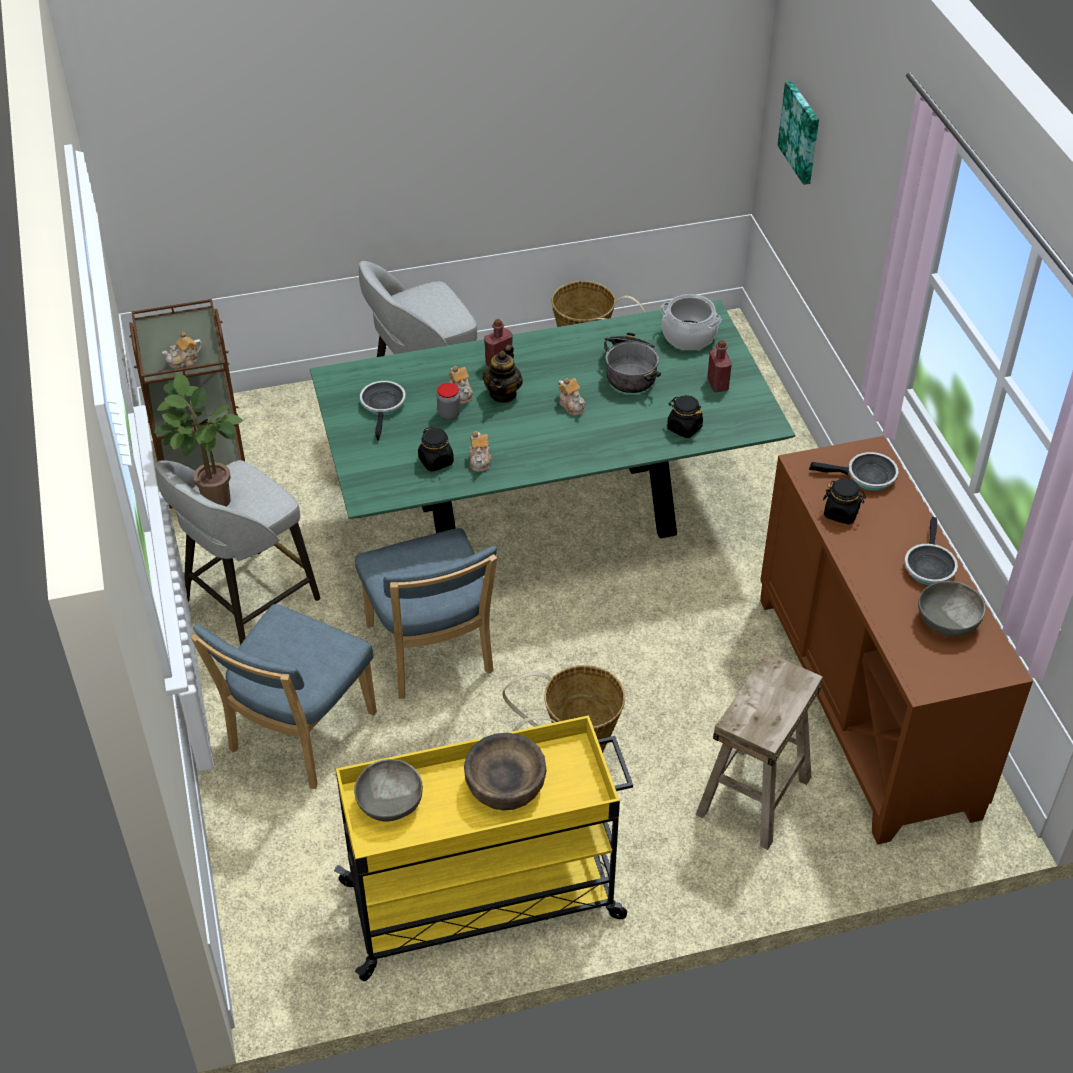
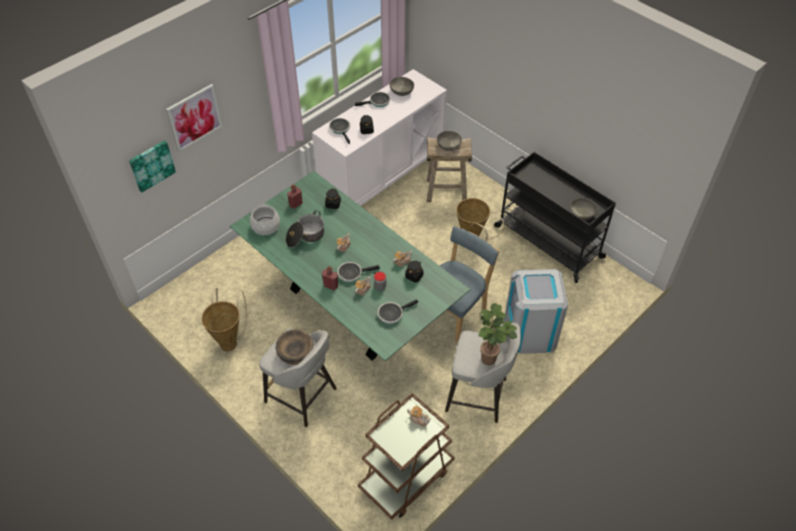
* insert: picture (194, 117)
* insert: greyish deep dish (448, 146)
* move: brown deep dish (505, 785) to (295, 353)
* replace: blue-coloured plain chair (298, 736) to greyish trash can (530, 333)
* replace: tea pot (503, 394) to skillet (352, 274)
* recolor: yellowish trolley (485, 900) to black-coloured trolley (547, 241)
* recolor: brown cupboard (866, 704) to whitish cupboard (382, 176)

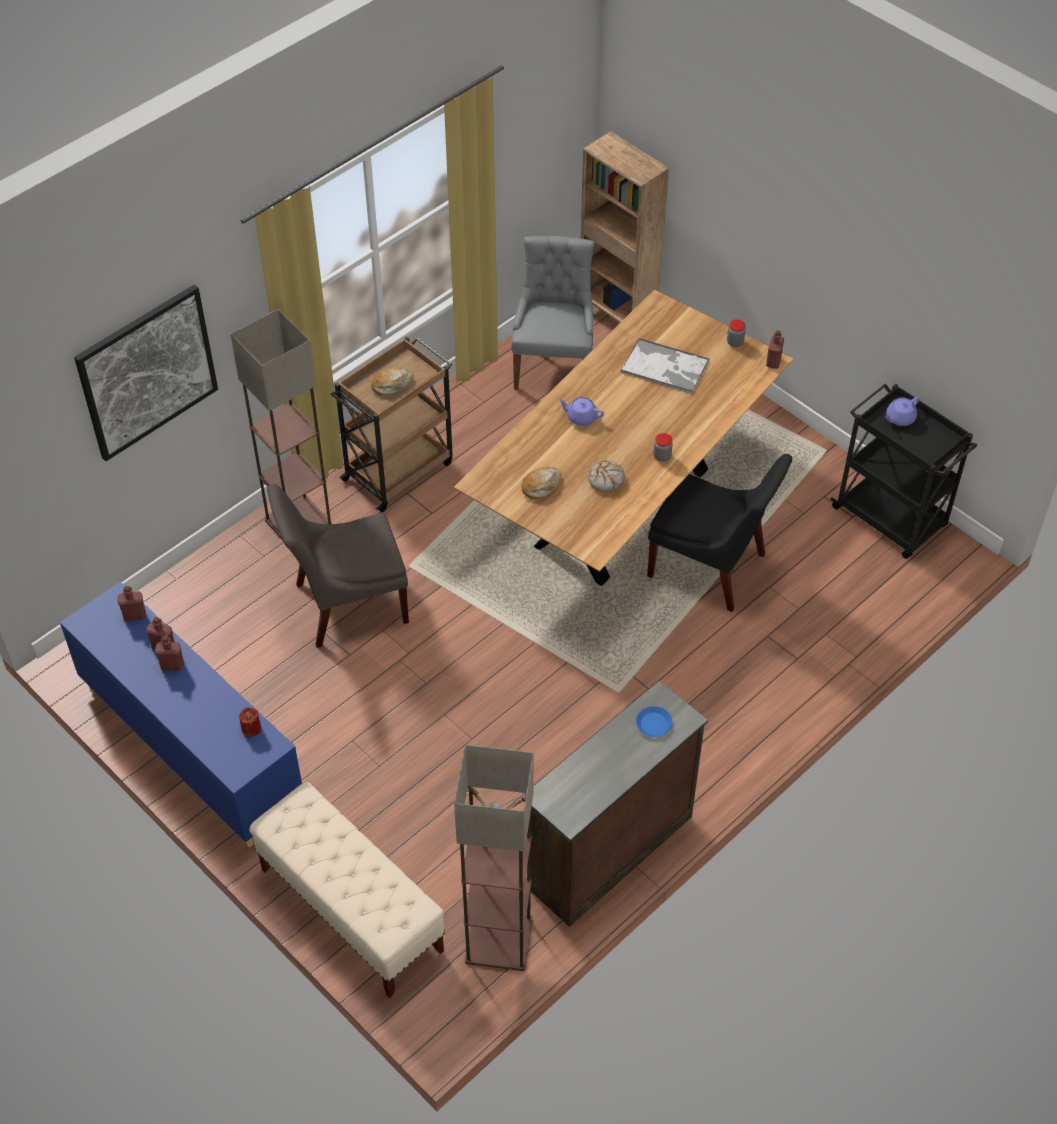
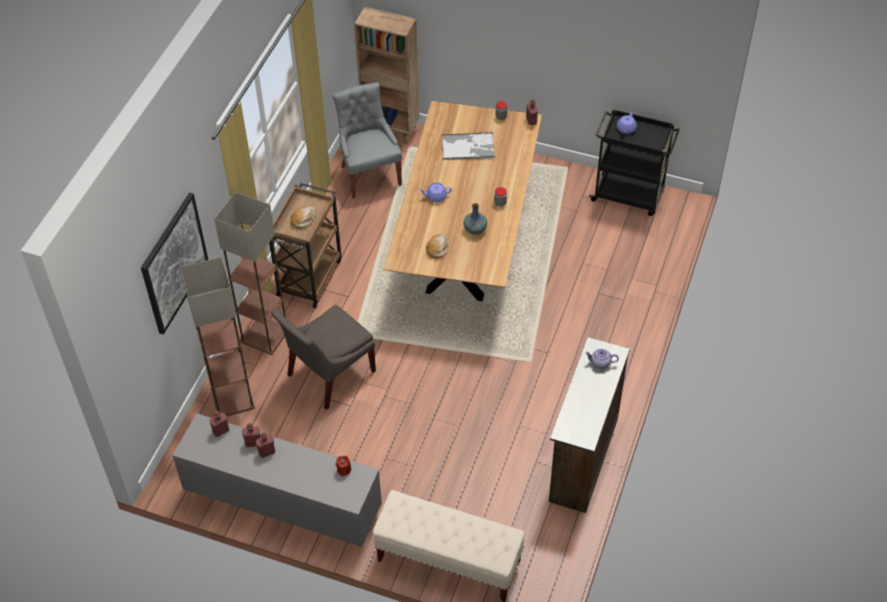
* delete: black-coloured plain chair (711, 568)
* move: standing lamp (500, 939) to (233, 398)
* replace: bread (606, 479) to flower vase (475, 229)
* replace: blue-coloured plate (654, 724) to tea pot (600, 363)
* recolor: blue-coloured cupboard (191, 746) to greyish cupboard (283, 504)

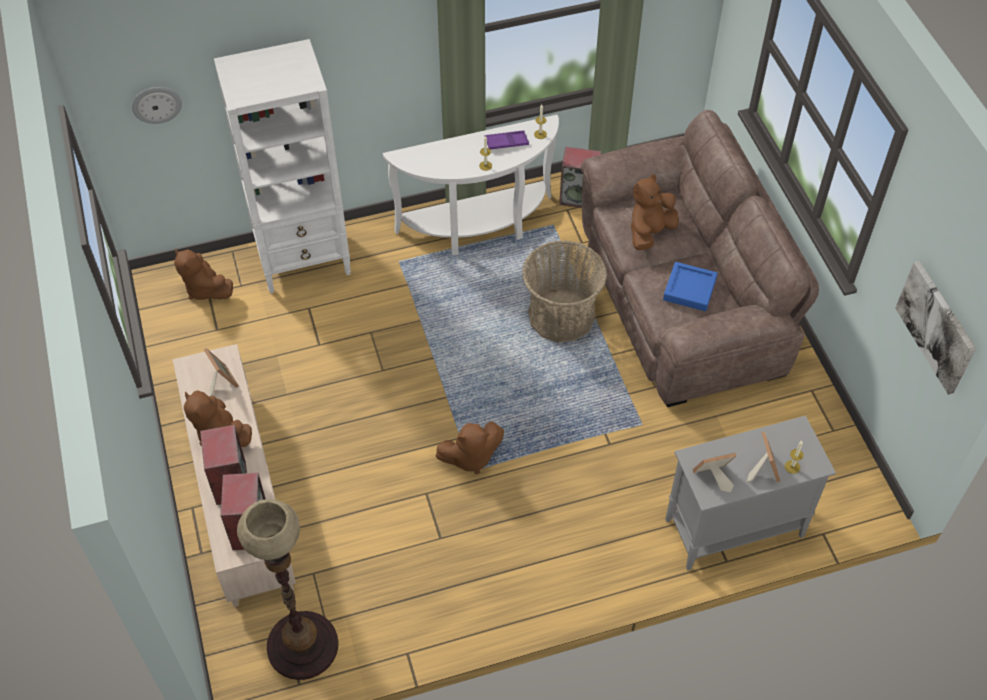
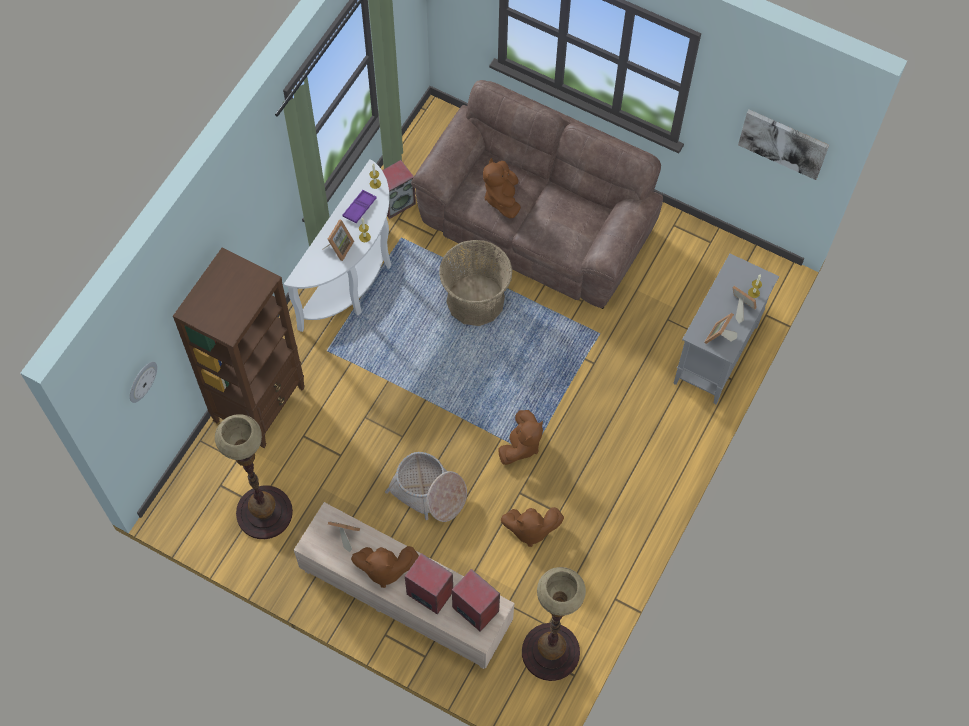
* delete: blue-coloured serving tray (689, 289)
* insert: standing lamp (264, 512)
* insert: standing frame (339, 247)
* insert: basket (428, 492)
* move: brown cuddly toy (205, 289) to (530, 529)
* recolor: whitish bookcase (304, 260) to brown bookcase (260, 404)

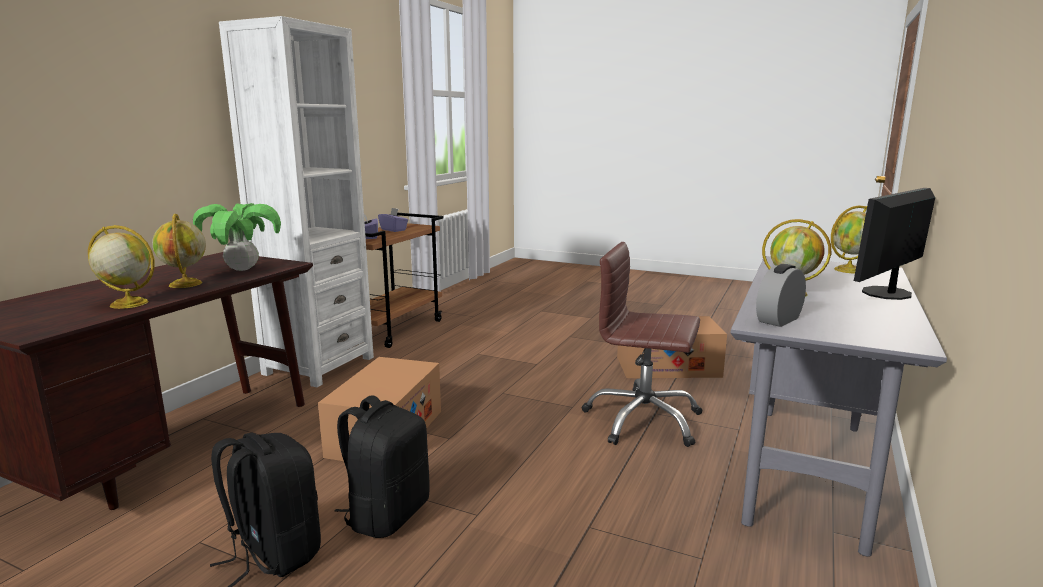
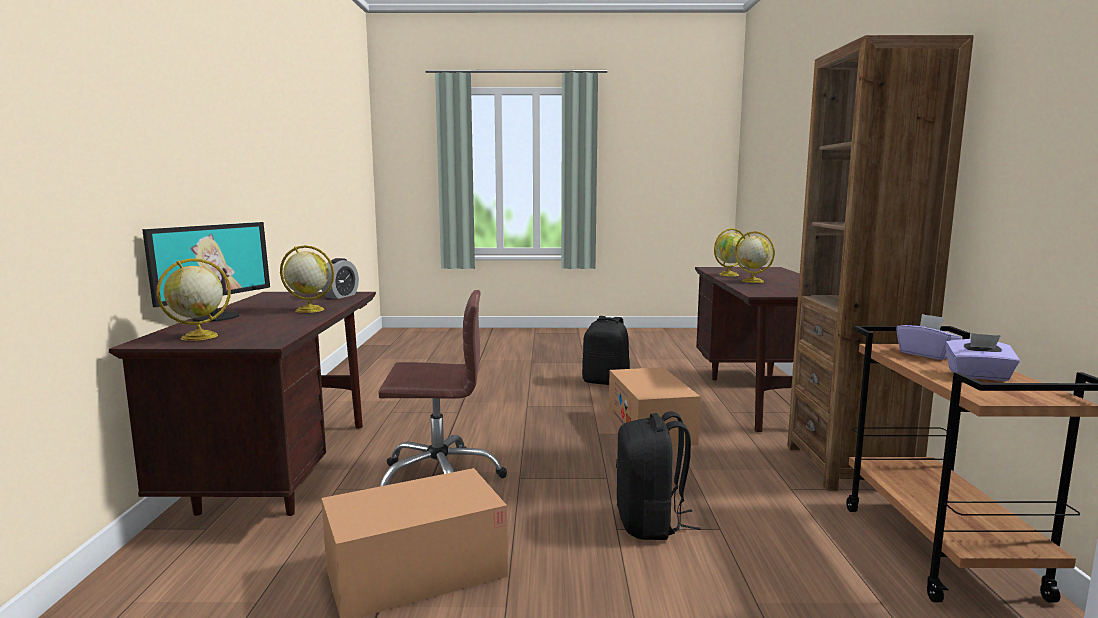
* delete: houseplant (242, 269)
* move: black-coloured knapsack (387, 514) to (651, 524)
* recolor: whitish bookcase (319, 365) to brown bookcase (850, 467)
* recolor: greyish desk table (809, 461) to brown desk table (282, 472)

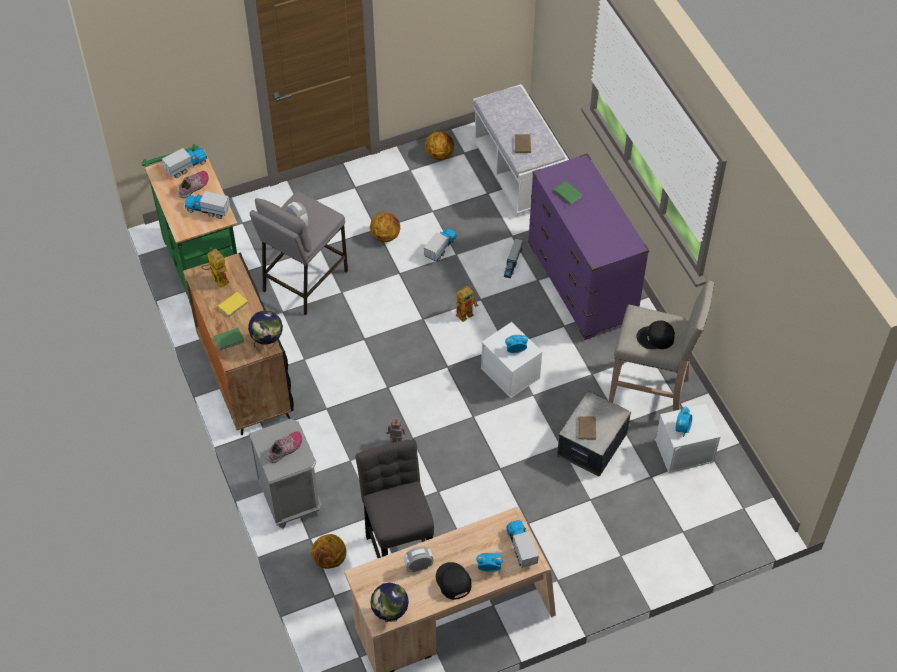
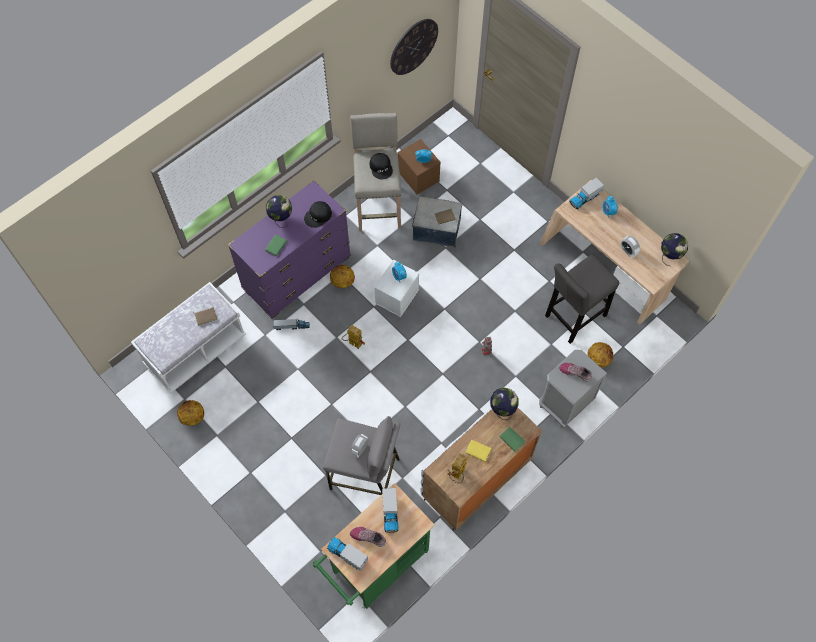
* delete: model truck (440, 248)
* insert: world globe (281, 218)
* insert: clock on the wall (413, 46)
* move: basketball (385, 236) to (342, 282)
* move: black-coloured baseball cap (453, 581) to (318, 216)
* recolor: black-coloured cupboard (244, 377) to whitish cupboard (476, 480)
* recolor: whitish storage container (685, 450) to brown storage container (418, 176)

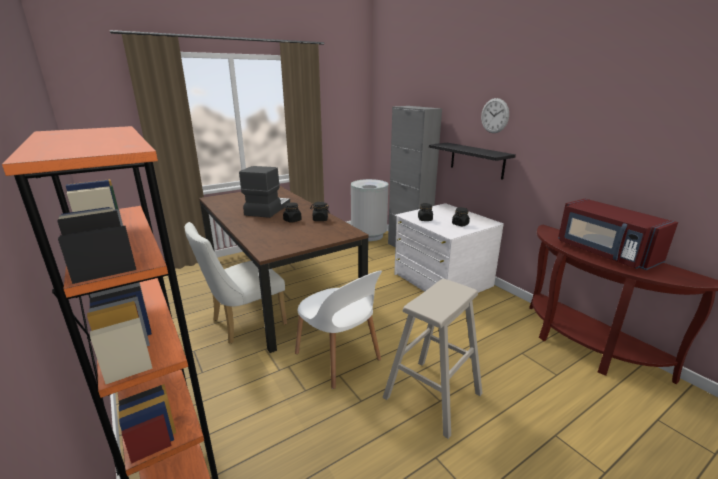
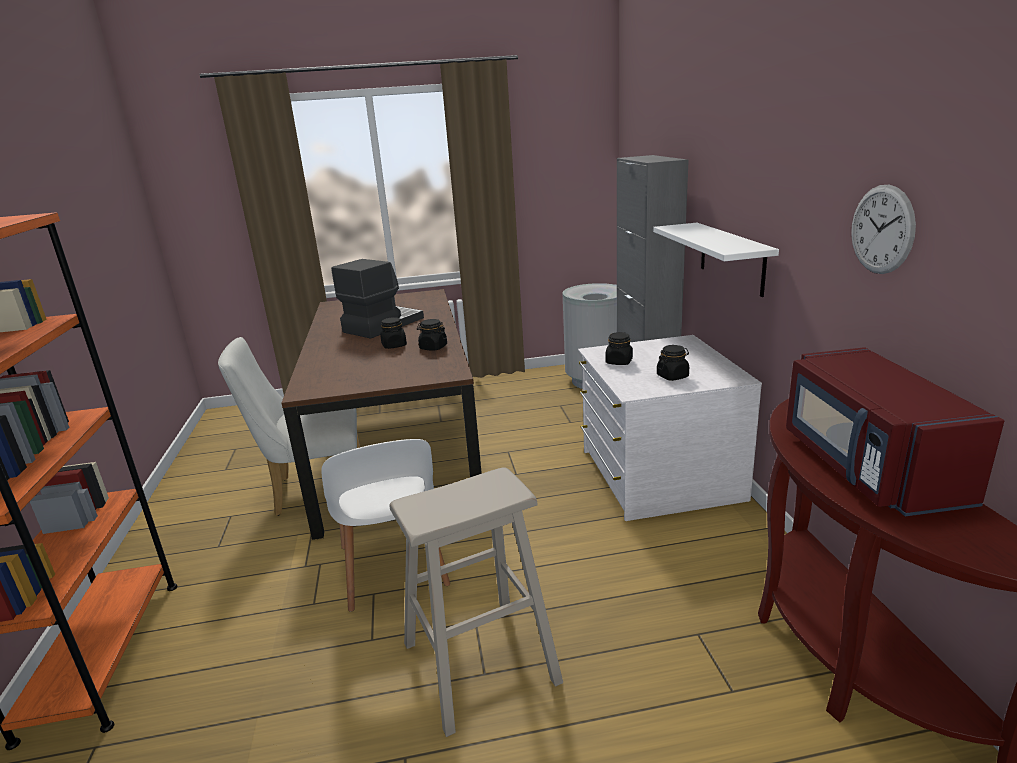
* move: clock on the wall (494, 115) to (882, 229)
* recolor: black-coloured shelf (477, 160) to whitish shelf (731, 258)

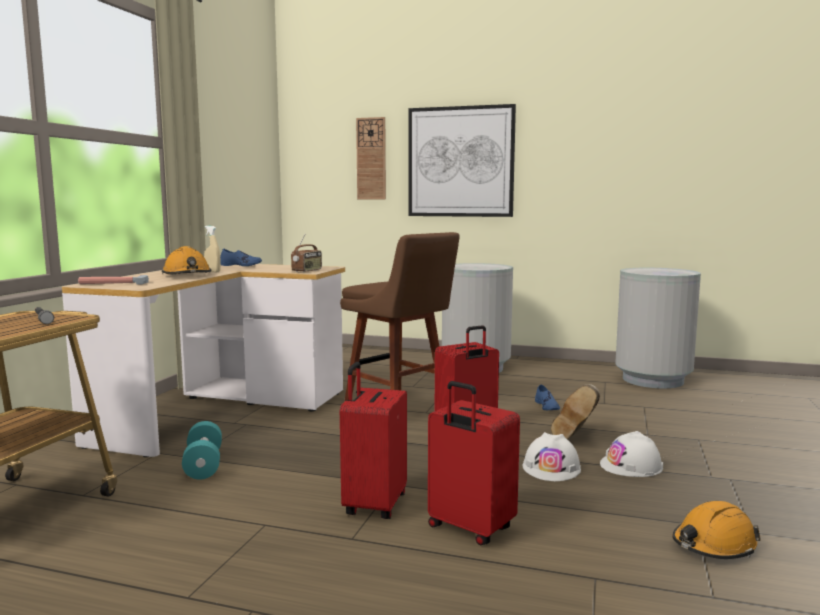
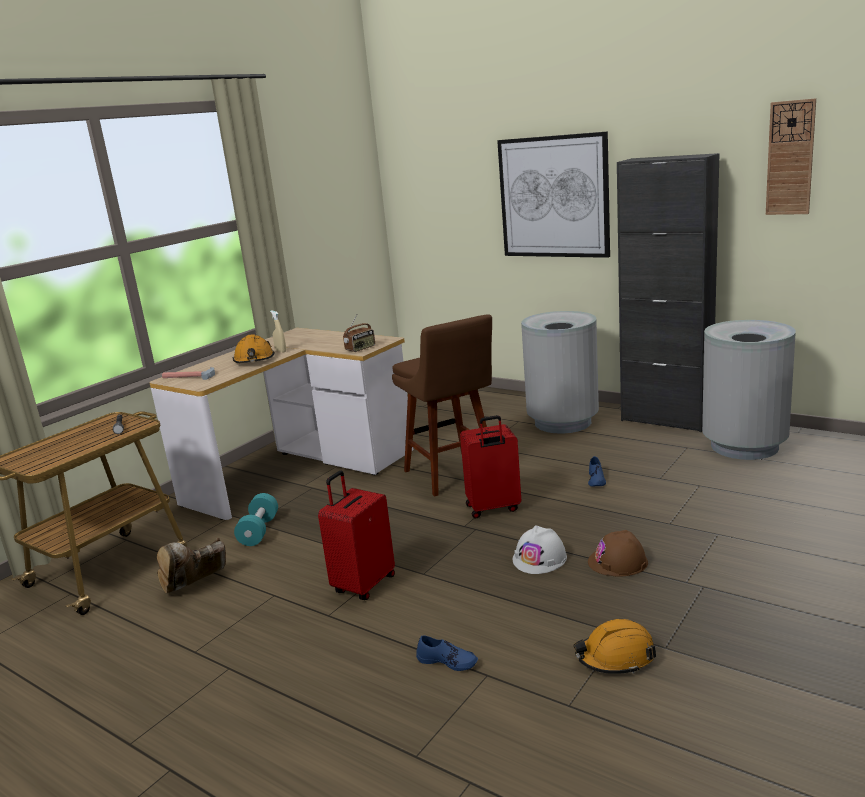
* delete: reddish travel case (469, 529)
* insert: black-coloured cupboard (666, 420)
* move: blue-coloured item of footwear (241, 265) to (447, 661)
* move: clock on the wall (371, 159) to (790, 158)
* move: brown tall boot (576, 437) to (195, 587)
* recolor: whitish hard hat (631, 466) to brown hard hat (618, 562)

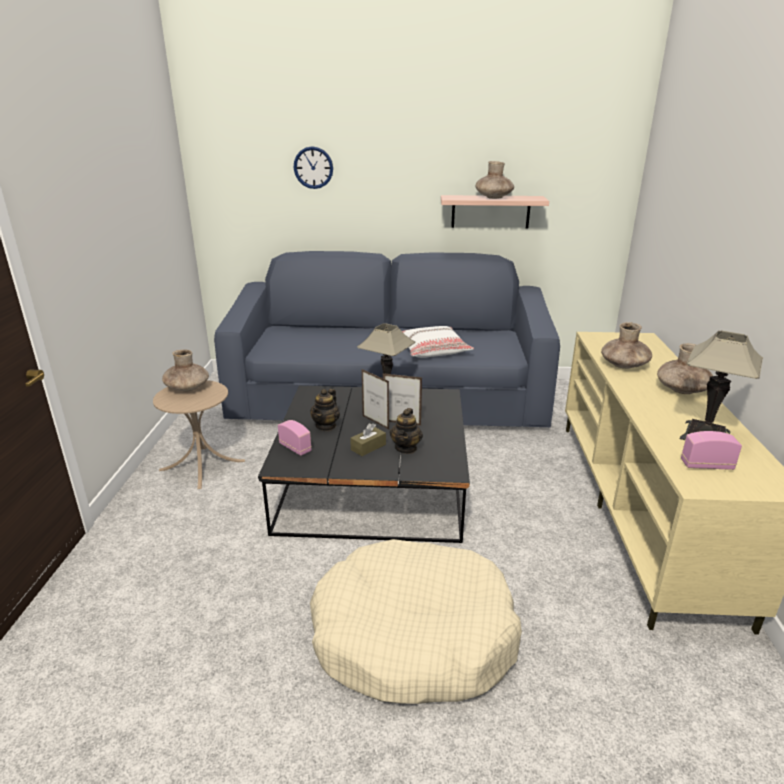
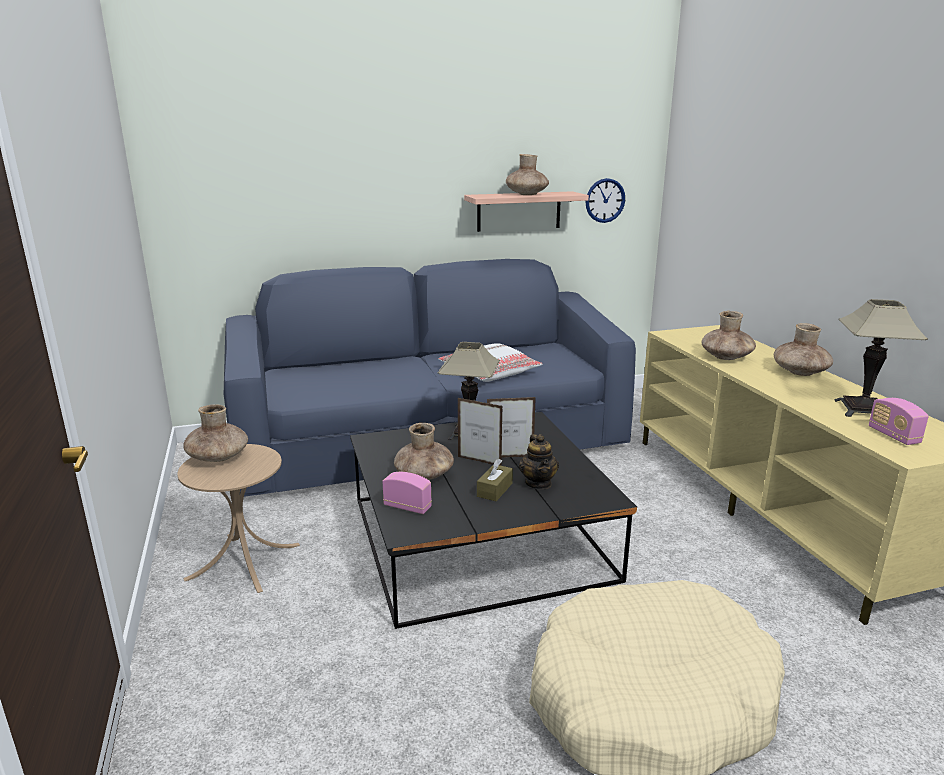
* move: clock on the wall (313, 167) to (605, 200)
* replace: tea pot (326, 426) to brown flower vase (424, 475)
* rotate: radio (706, 465) = (893, 436) 90 degrees counterclockwise

